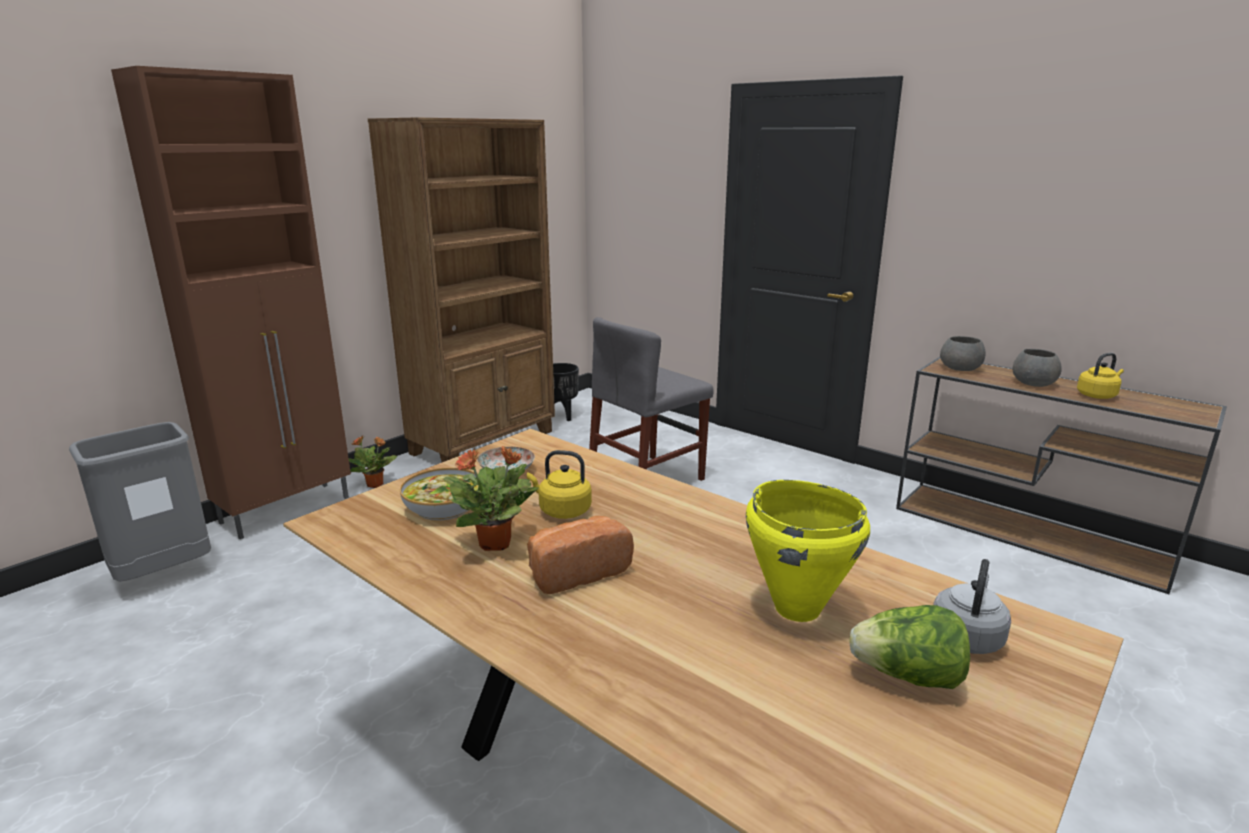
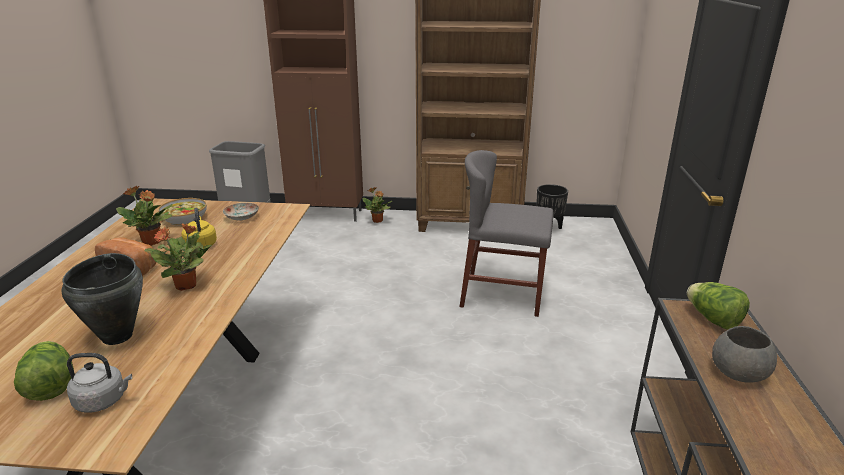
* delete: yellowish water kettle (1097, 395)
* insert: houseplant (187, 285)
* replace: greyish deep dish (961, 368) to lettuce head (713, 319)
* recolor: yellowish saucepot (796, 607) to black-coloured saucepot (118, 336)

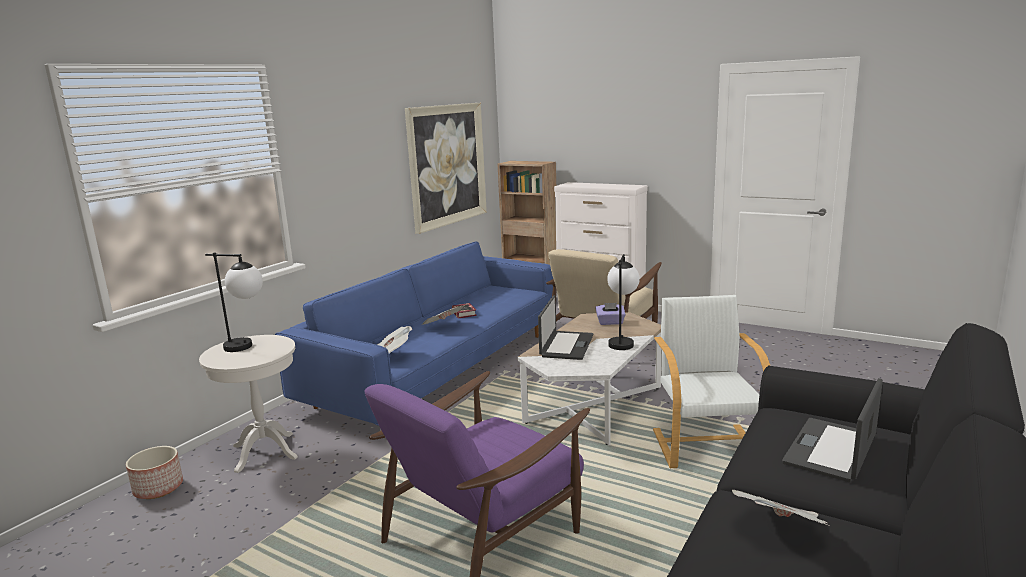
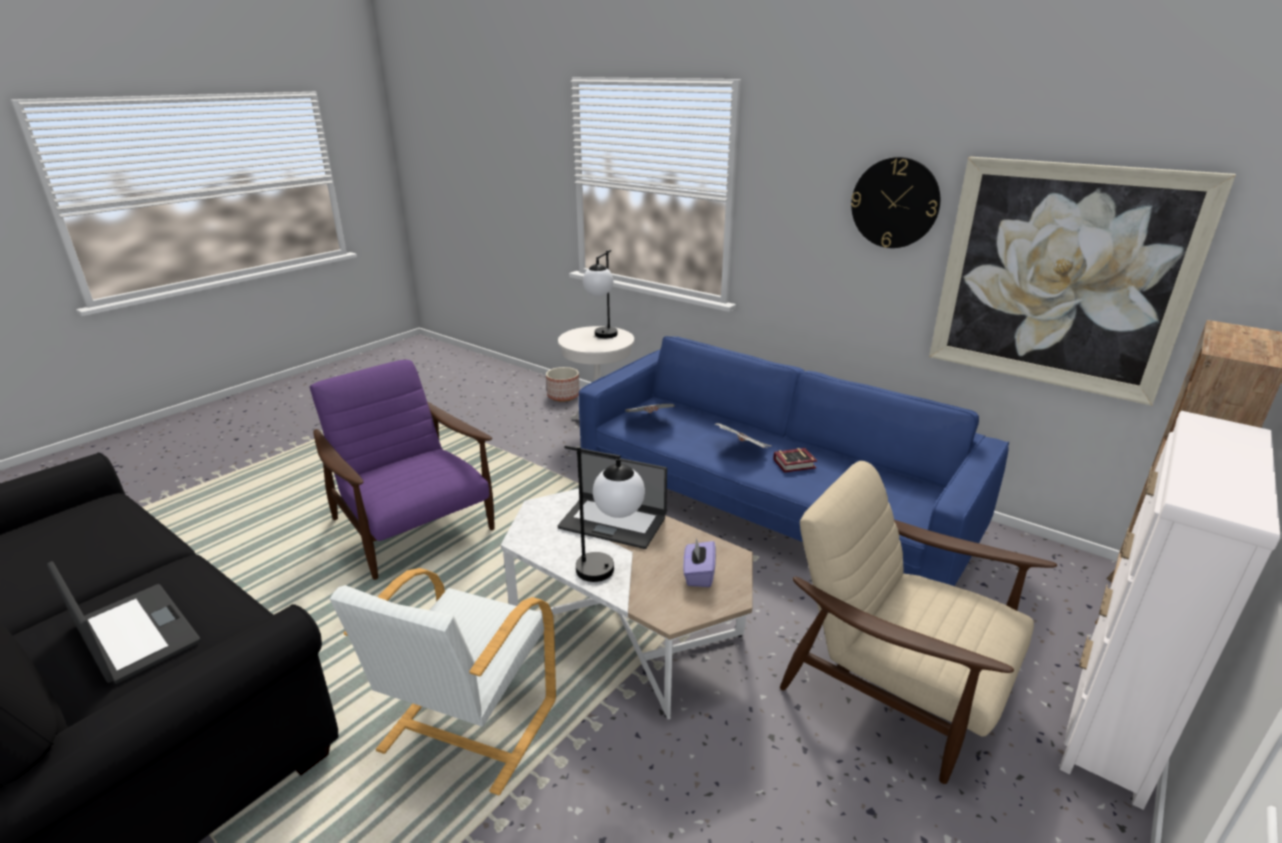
* delete: newspaper (781, 529)
* insert: clock on the wall (895, 203)
* rotate: whitish easy chair (707, 445) = (466, 727) 105 degrees clockwise

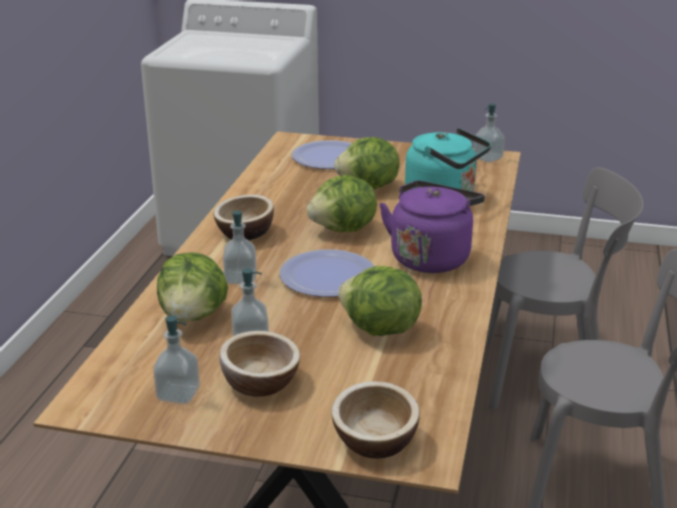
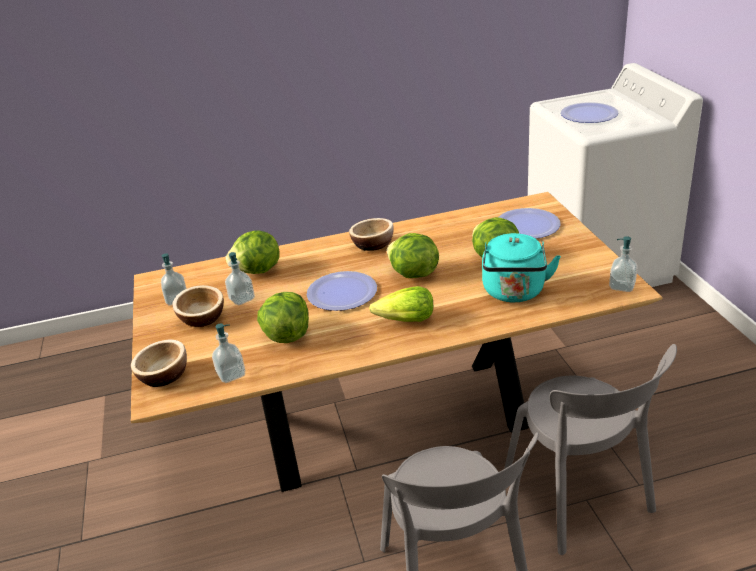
* insert: plate (589, 114)
* move: liquid soap bottle (240, 278) to (231, 374)
* replace: purple water kettle (431, 257) to lettuce head (406, 320)

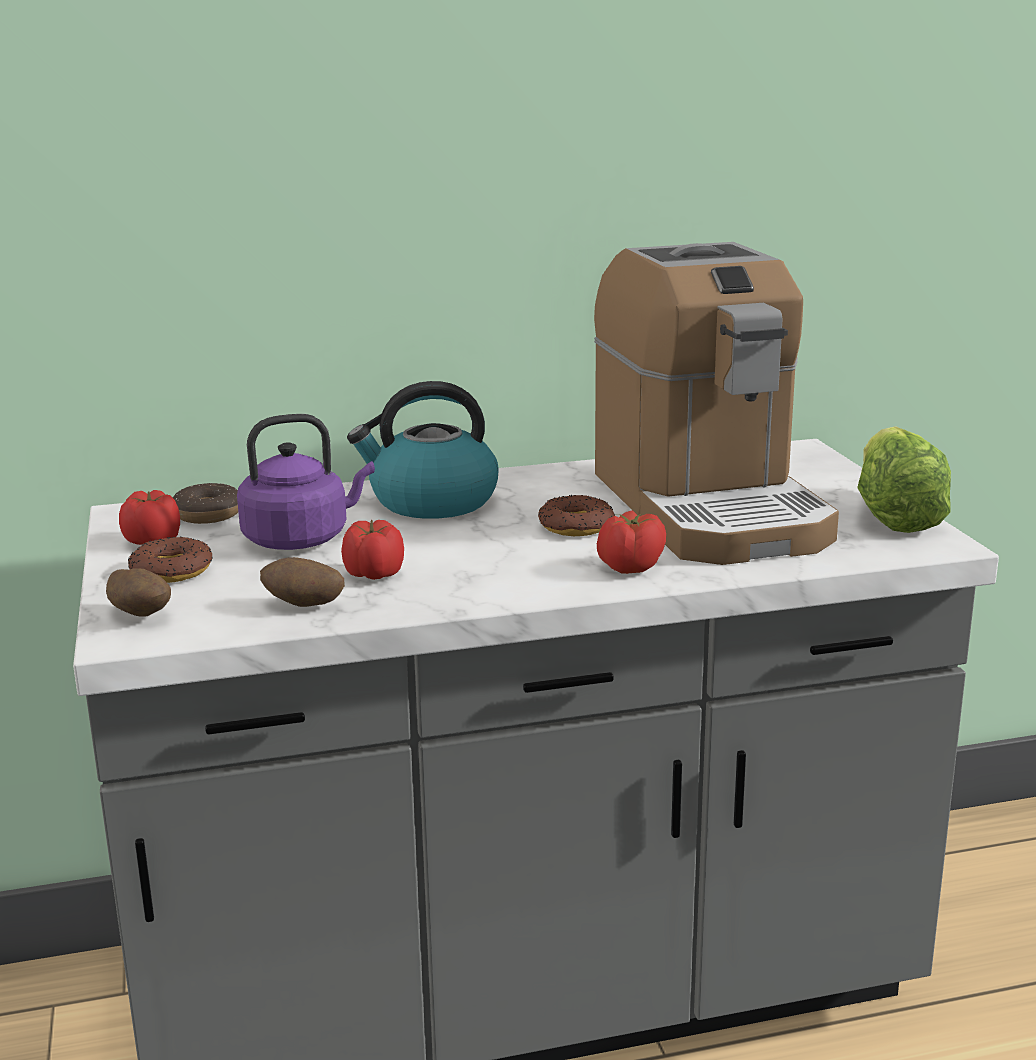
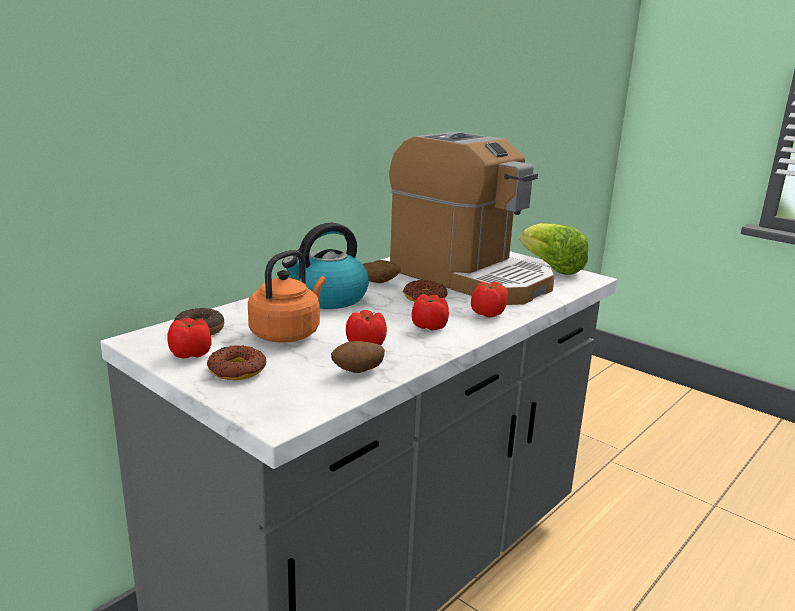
* insert: whole tomato (430, 326)
* move: whole potato (141, 615) to (379, 283)
* recolor: purple water kettle (301, 539) to orange-coloured water kettle (287, 333)

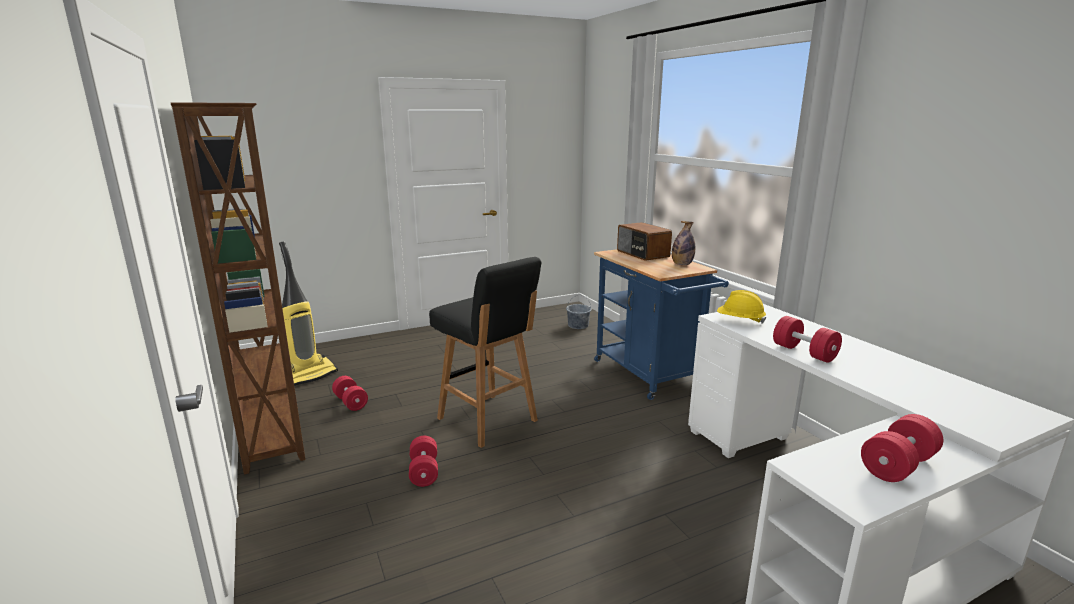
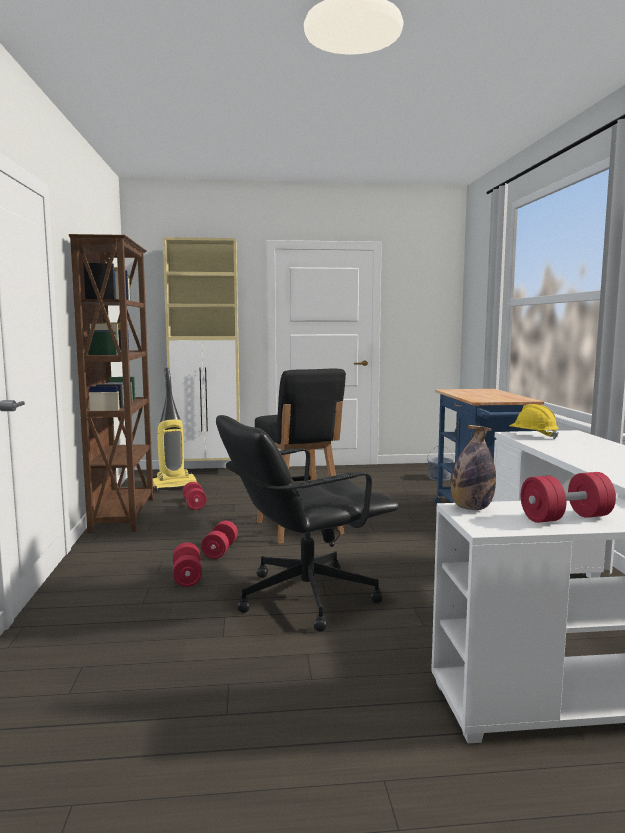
* delete: radio (642, 254)
* insert: beige cupboard (208, 472)
* insert: black-coloured desk chair (304, 597)
* move: beverage bottle (682, 264) to (471, 508)
* move: reddish hand weight (804, 352) to (187, 576)

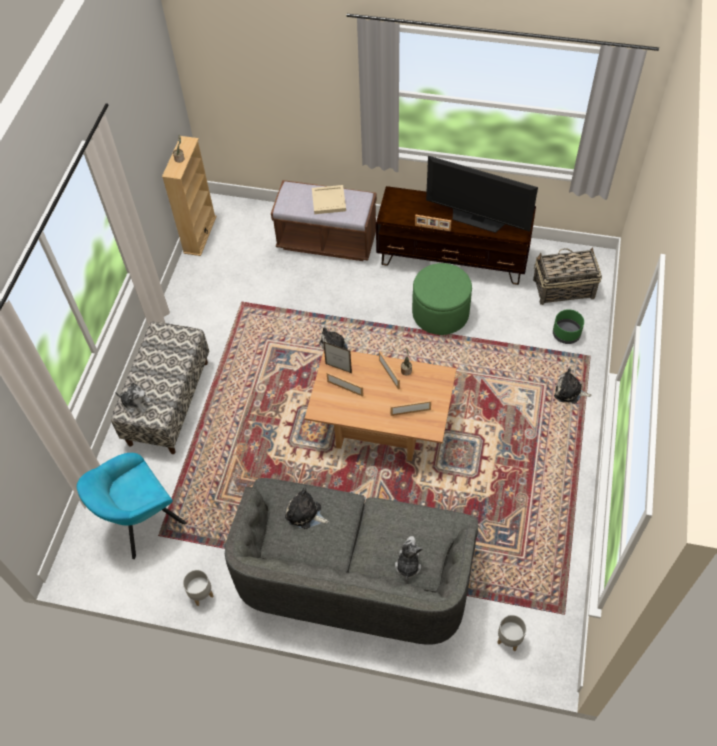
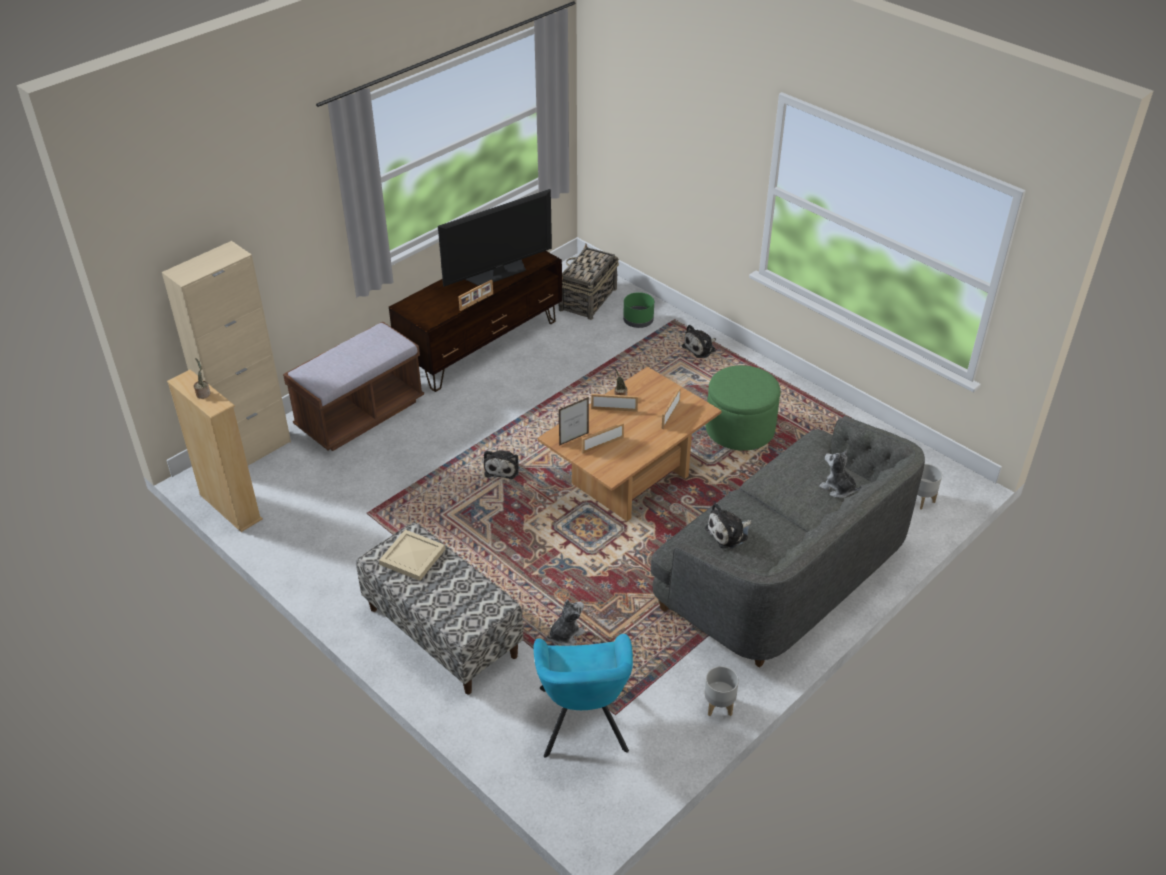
* insert: beige cupboard (252, 451)
* move: cuddly toy (136, 403) to (565, 635)
* move: beige serving tray (329, 200) to (412, 556)
* move: green-coloured pouffe (440, 313) to (739, 429)

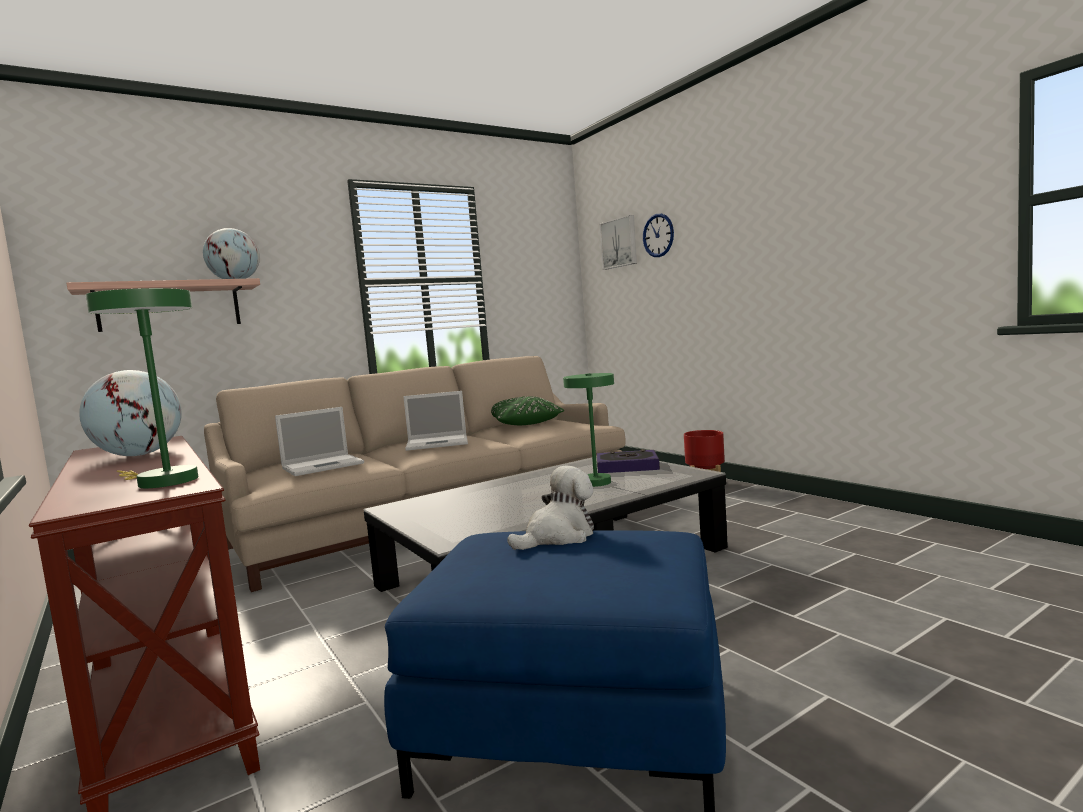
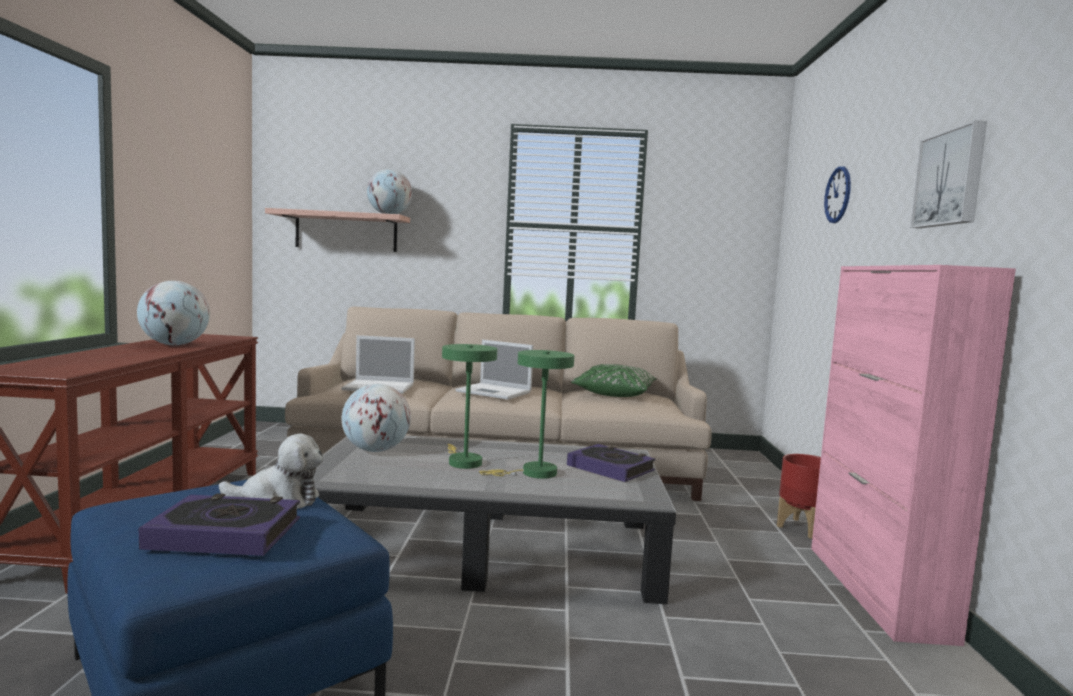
* insert: volume (225, 534)
* insert: world globe (375, 450)
* insert: pink cupboard (876, 591)
* move: green-coloured lamp for a table (162, 481) to (462, 461)
* move: picture (619, 243) to (951, 178)

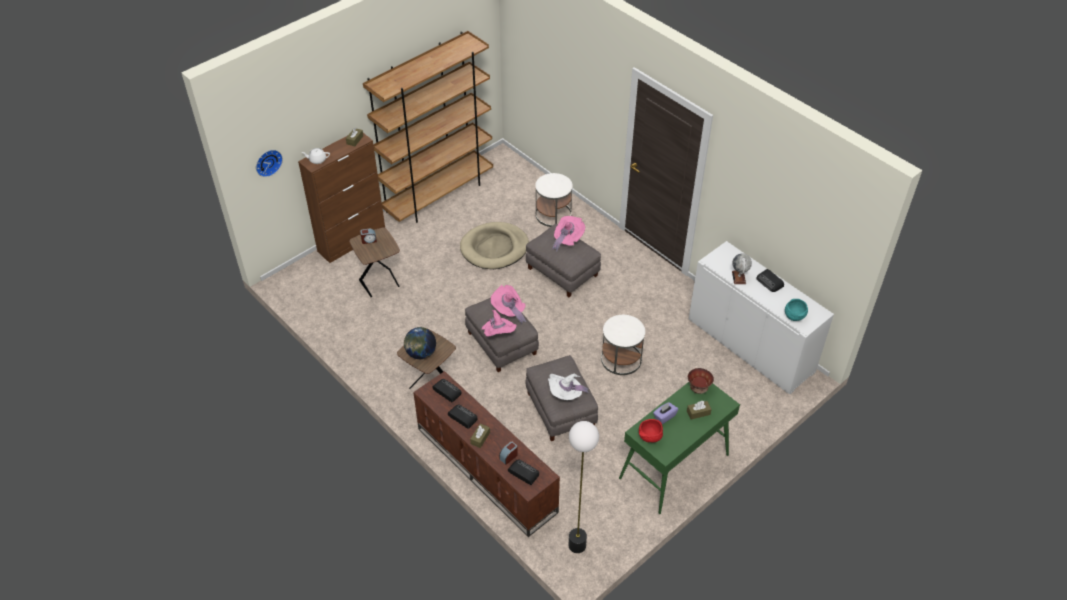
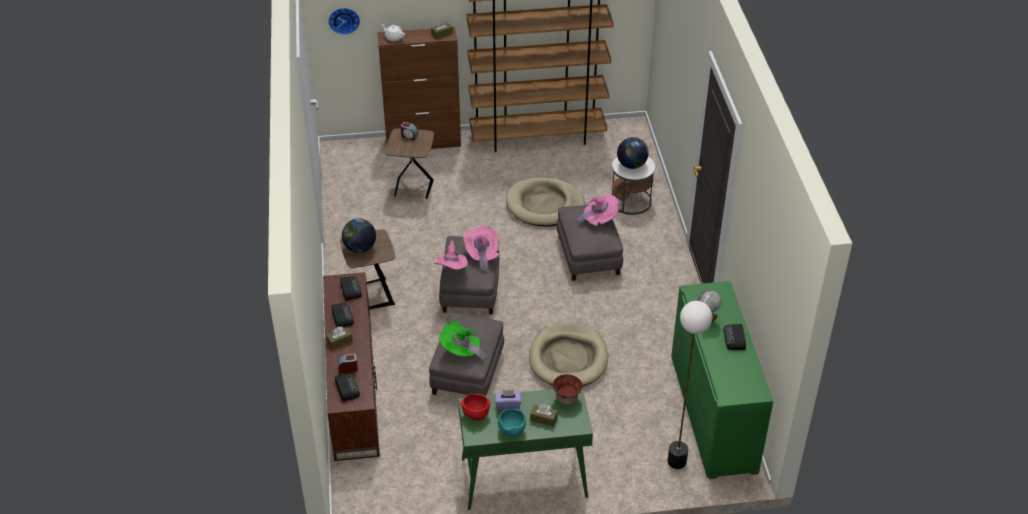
* insert: world globe (631, 165)
* move: standing lamp (577, 545) to (676, 461)
* move: turquoise-coloured deep dish (794, 316) to (512, 429)
* replace: whitish accent table (621, 359) to beige dog cushion (568, 358)
* recolor: whitish hat (566, 395) to green-coloured hat (462, 351)
* recolor: whitish cupboard (750, 346) to green-coloured cupboard (713, 413)

